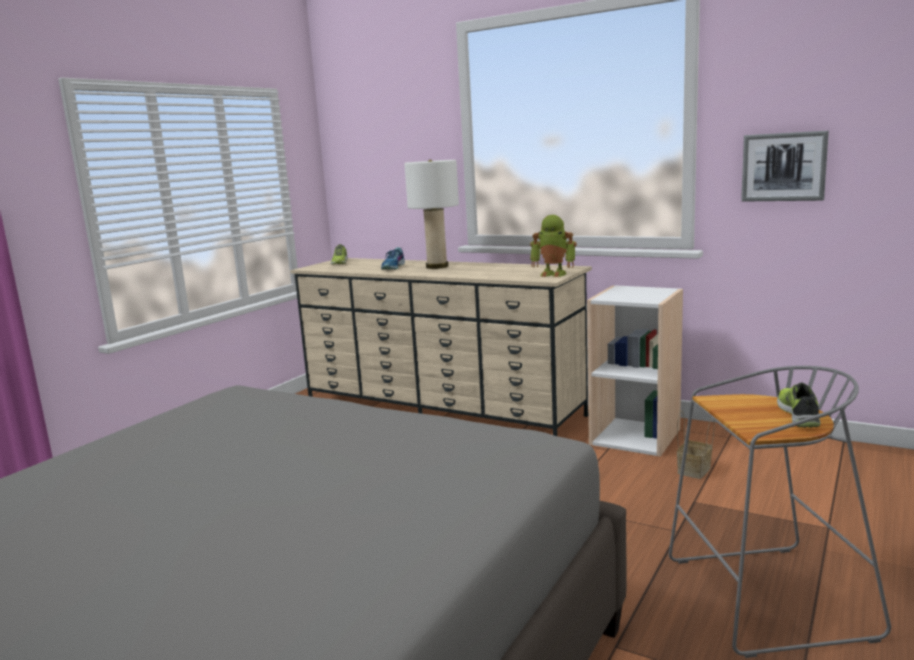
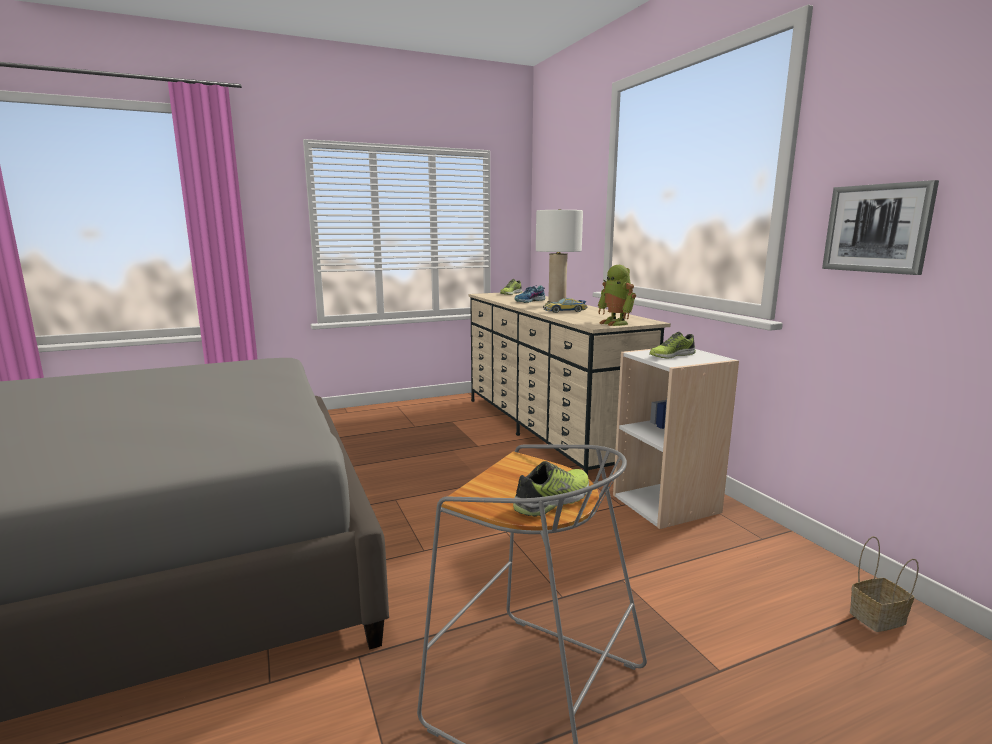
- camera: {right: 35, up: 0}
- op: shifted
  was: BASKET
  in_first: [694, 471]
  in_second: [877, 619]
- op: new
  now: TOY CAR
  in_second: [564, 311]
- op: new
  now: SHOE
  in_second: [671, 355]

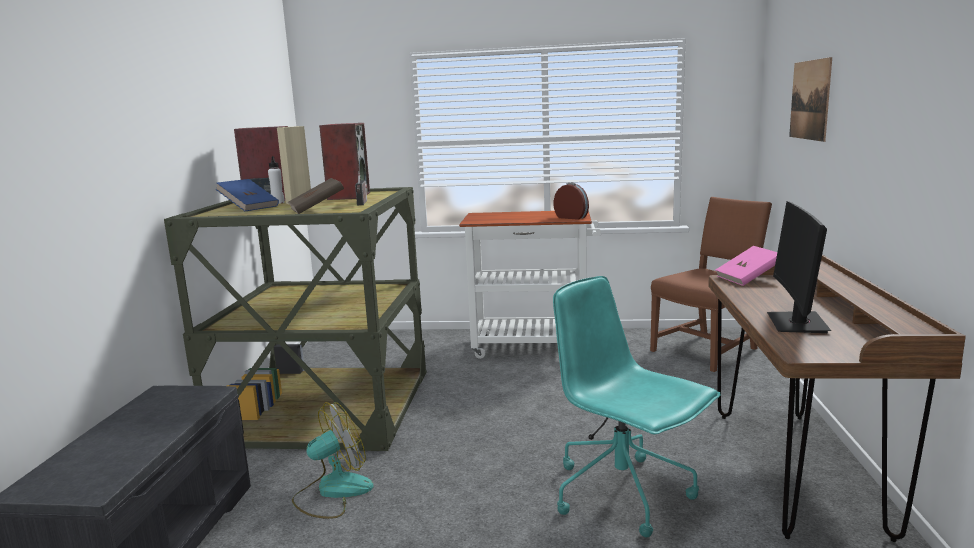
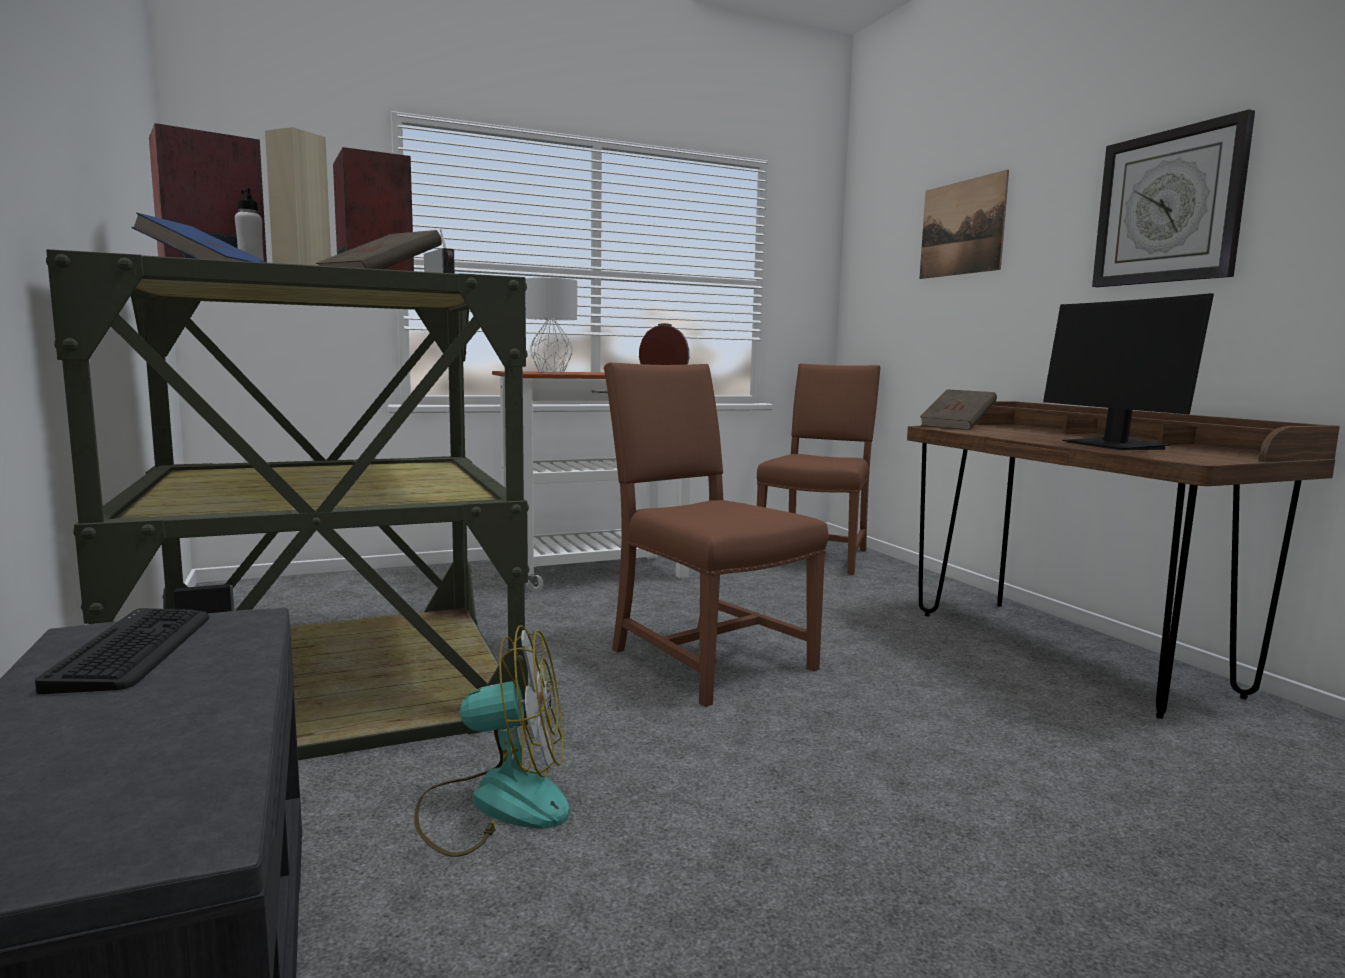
- camera: {right: -30, up: -5}
- op: rotated
  was: FAN
  in_first: [332, 492]
  in_second: [495, 803]
  clockwise: 60
- op: gone
  was: TURQUOISE OFFICE CHAIR
  in_first: [627, 496]
- op: repainted
  was: PINK BOOK
  now: BROWN BOOK
  in_first: [748, 278]
  in_second: [957, 426]
- op: new
  now: KEYBOARD
  in_second: [134, 650]
- op: new
  now: GREY TABLE LAMP
  in_second: [550, 372]
- op: new
  now: BROWN CHAIR
  in_second: [704, 658]
- op: new
  now: WALL CLOCK
  in_second: [1168, 207]

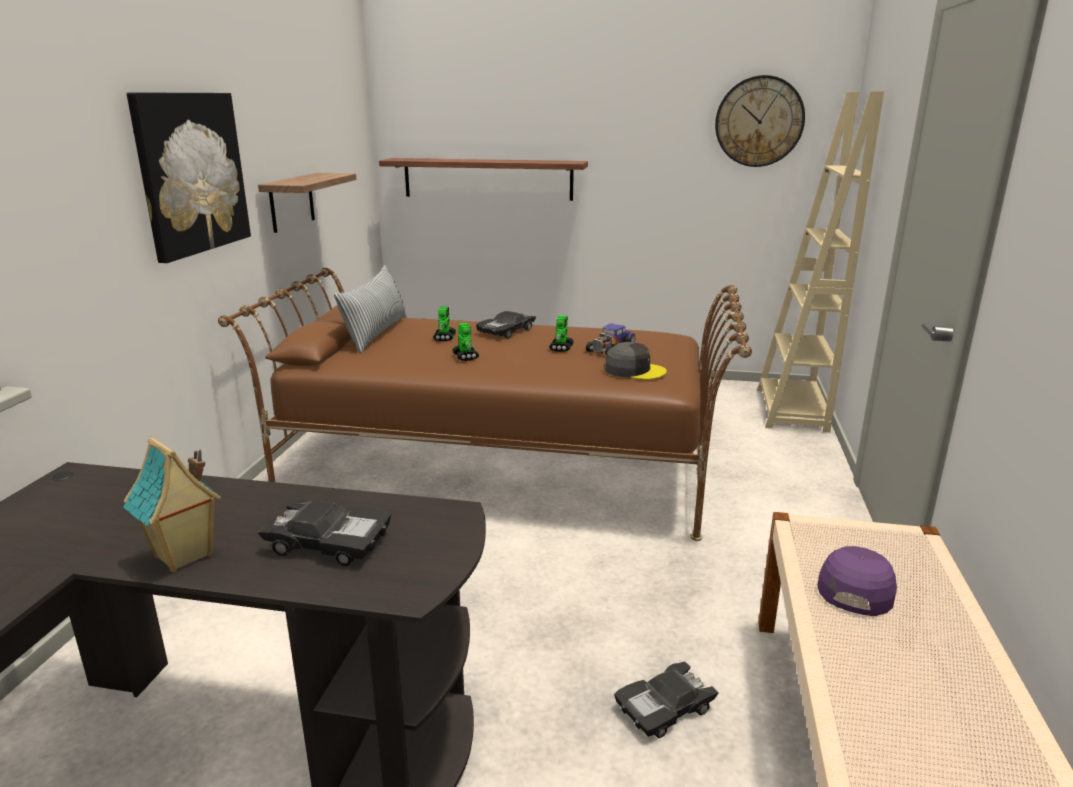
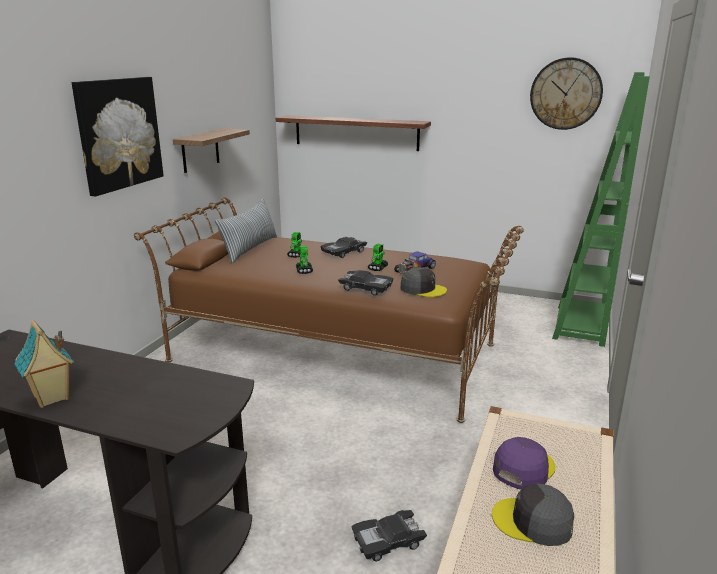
- camera: {right: 10, up: 0}
- op: shifted
  was: BLACK TOY CAR
  in_first: [329, 542]
  in_second: [366, 288]
- op: repainted
  was: BEIGE BOOKCASE
  now: GREEN BOOKCASE
  in_first: [791, 410]
  in_second: [580, 325]
- op: new
  now: GREY CAP
  in_second: [533, 522]

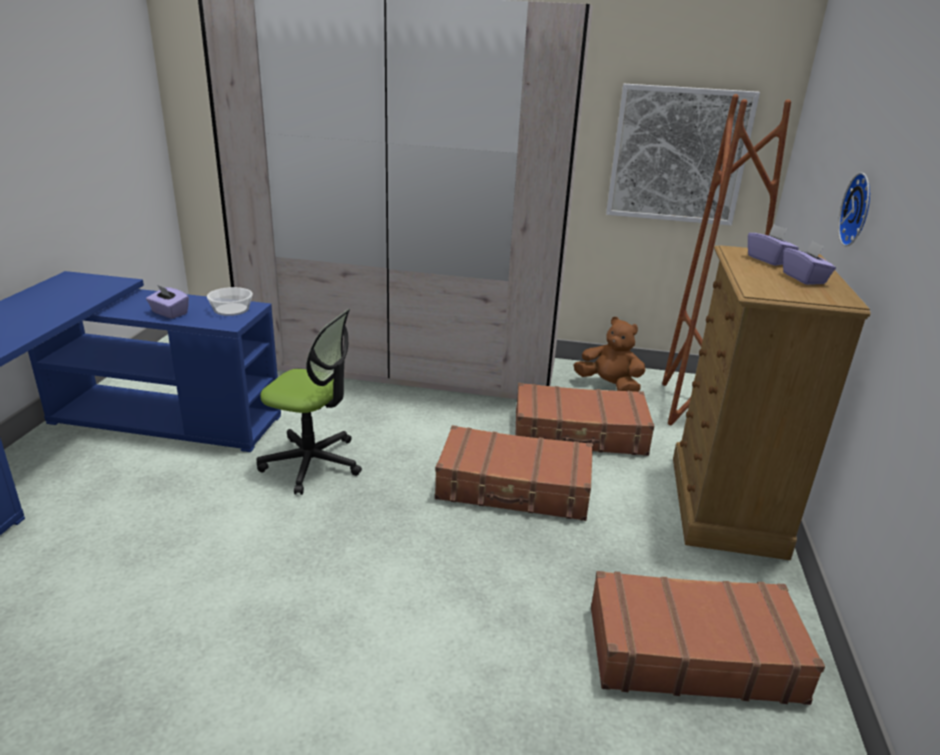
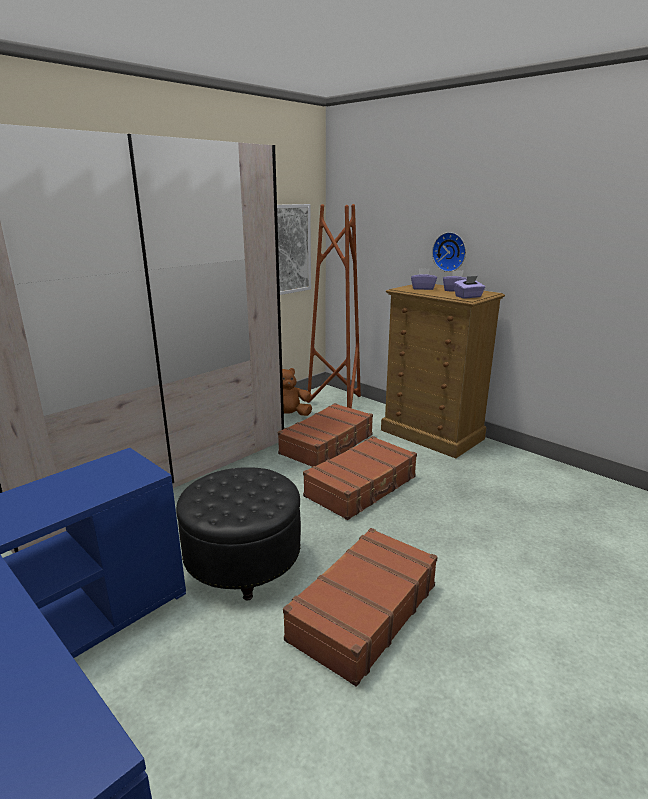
- camera: {right: -55, up: -5}
- op: shifted
  was: PURPLE TISSUE BOX
  in_first: [169, 313]
  in_second: [468, 297]
- op: gone
  was: BOWL
  in_first: [231, 309]
- op: swapped
  was: OFFICE CHAIR
  now: BLACK OTTOMAN
  in_first: [312, 463]
  in_second: [243, 562]
- op: shifted
  was: BROWN SUITCASE
  in_first: [691, 652]
  in_second: [362, 612]

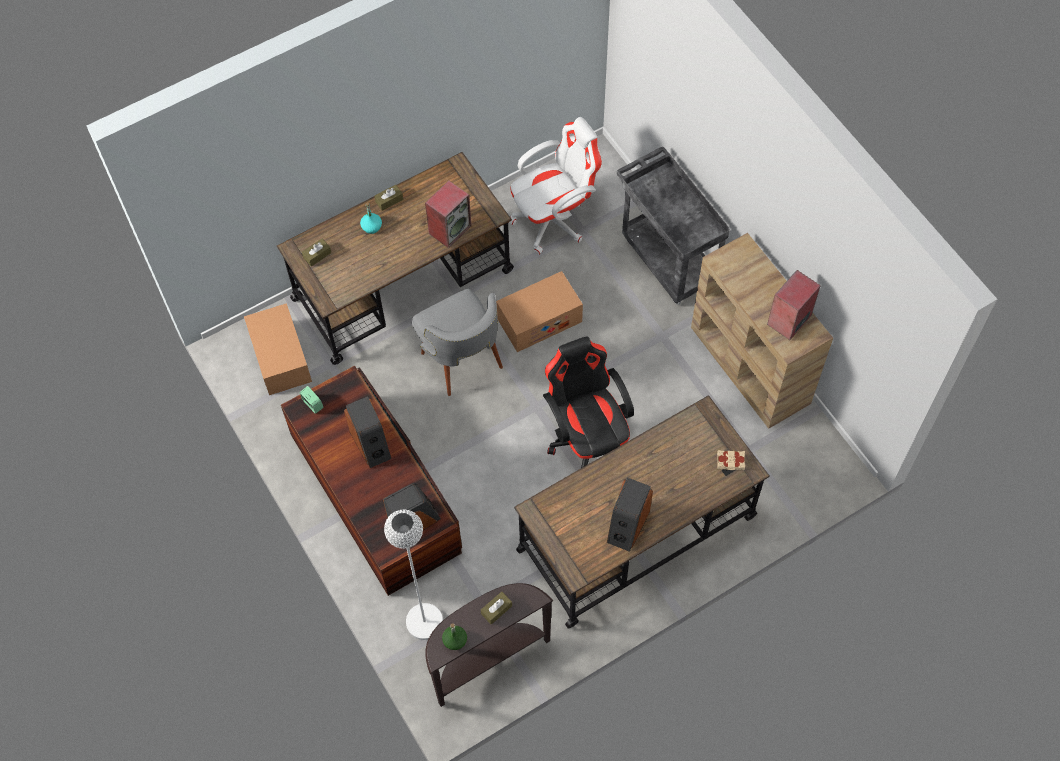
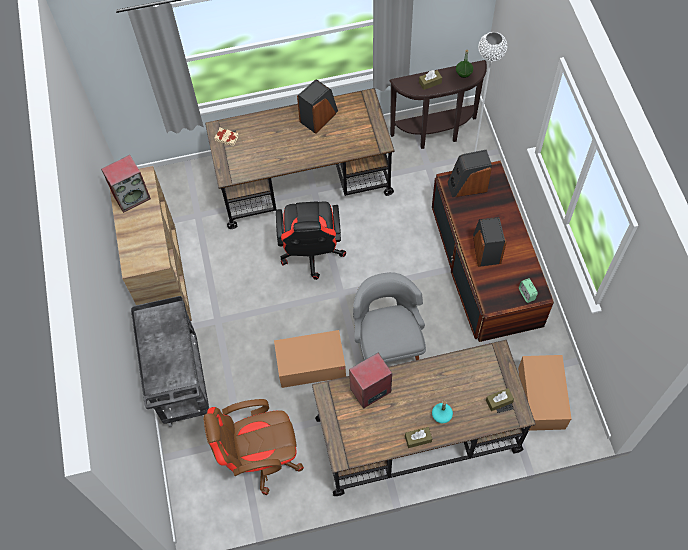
- camera: {right: -160, up: 0}
- op: repainted
  was: WHITE OFFICE CHAIR
  now: BROWN OFFICE CHAIR
  in_first: [554, 220]
  in_second: [260, 458]

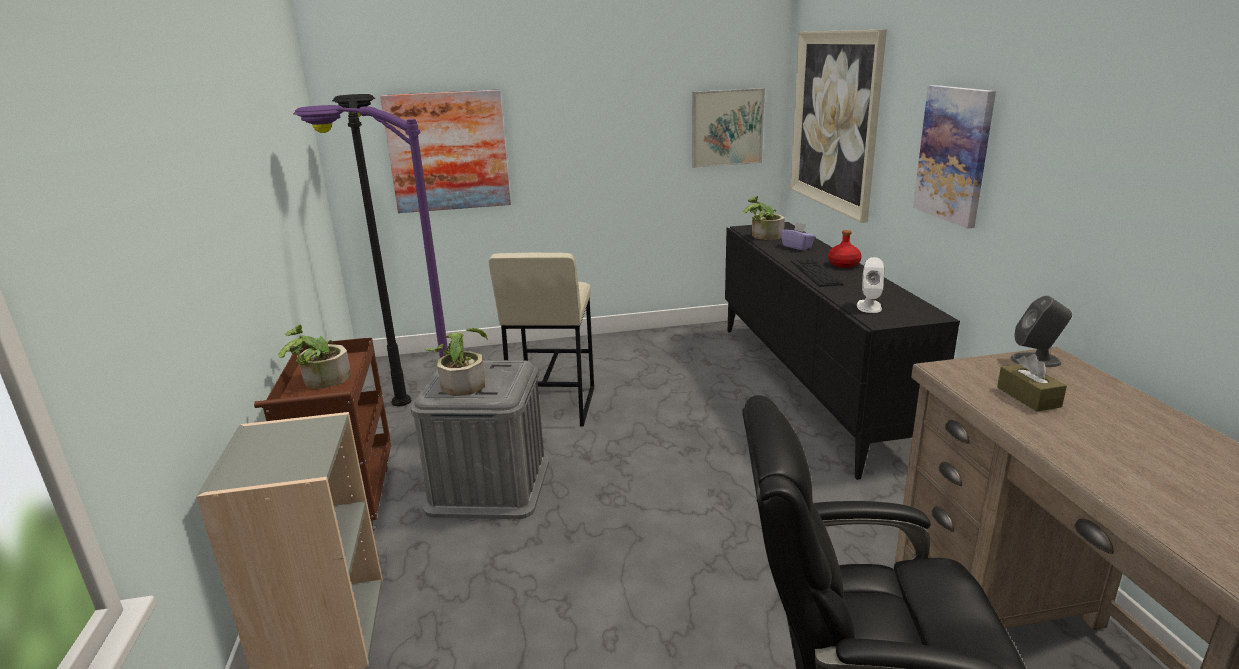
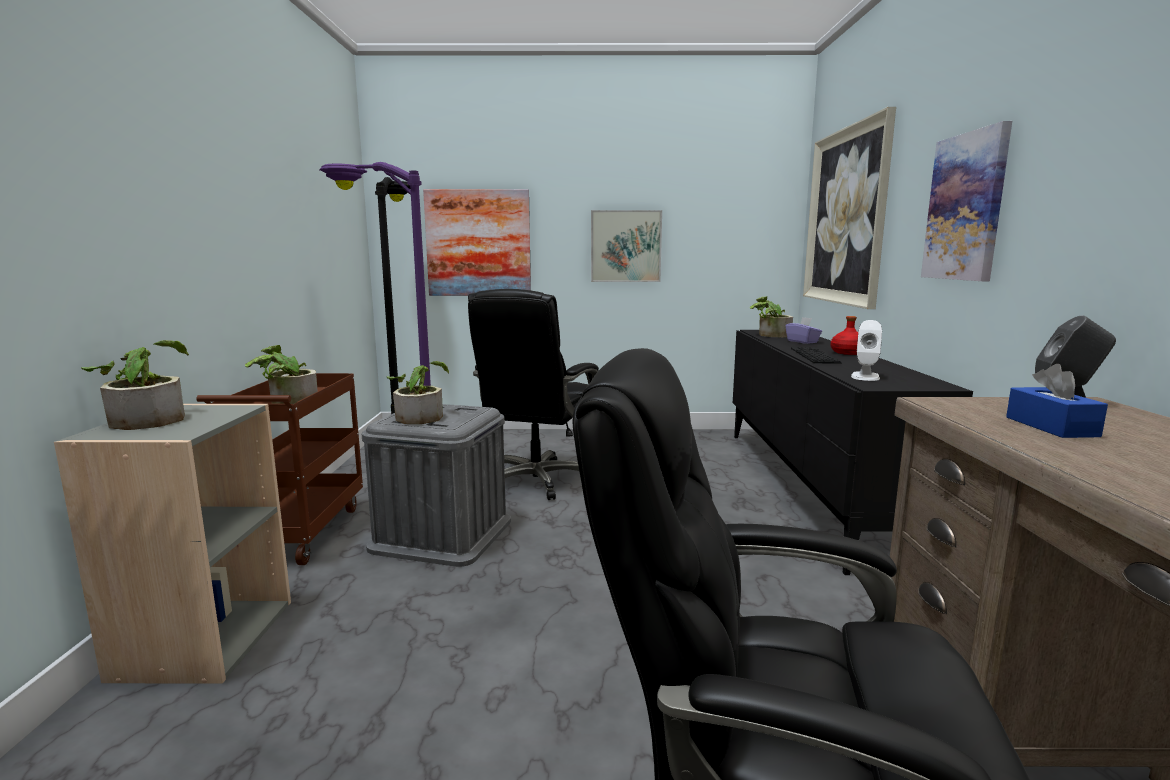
- camera: {right: 10, up: -10}
- op: swapped
  was: BEIGE STOOL
  now: BLACK OFFICE CHAIR
  in_first: [553, 407]
  in_second: [536, 479]
- op: shifted
  was: PICTURE
  in_first: [727, 128]
  in_second: [625, 246]
- op: repainted
  was: BROWN TISSUE BOX
  now: BLUE TISSUE BOX
  in_first: [1028, 397]
  in_second: [1051, 426]
- op: new
  now: POTTED PLANT
  in_second: [148, 419]

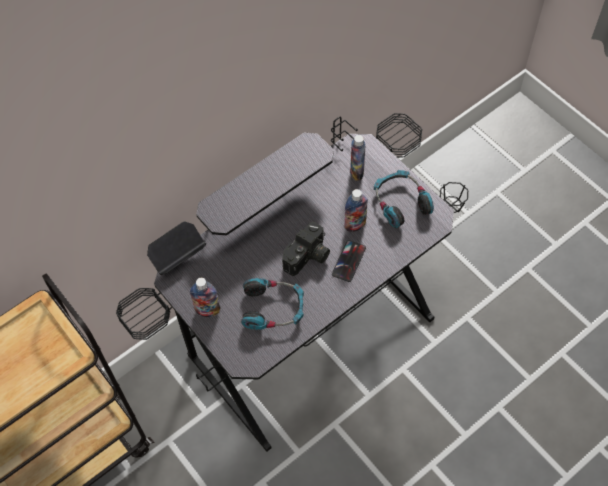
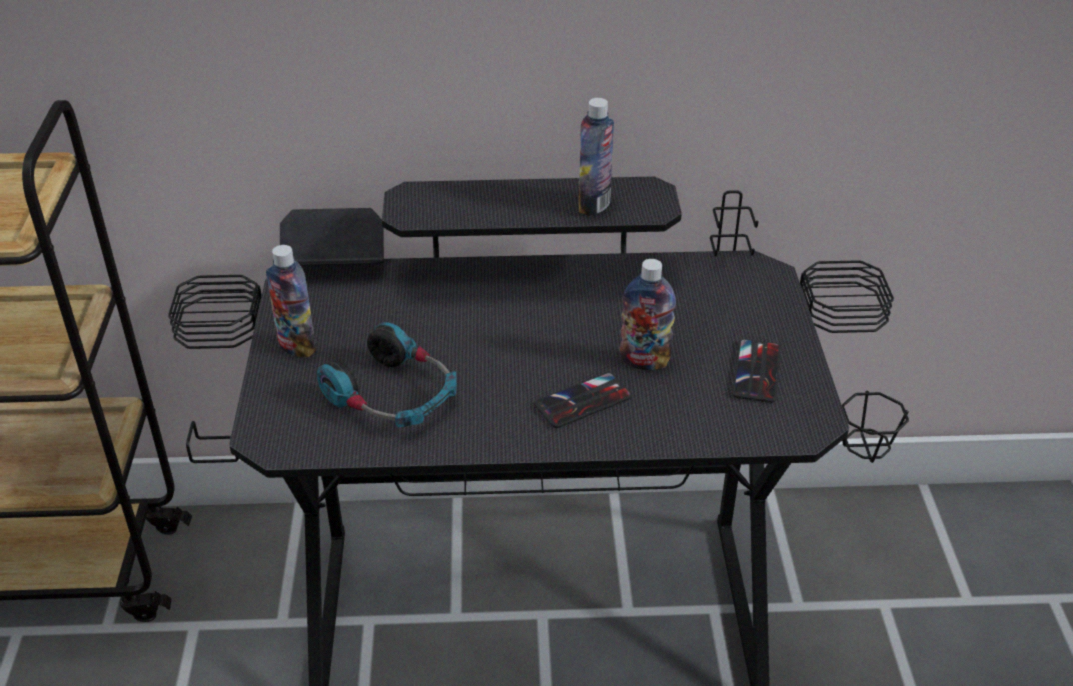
- camera: {right: 35, up: -20}
- op: gone
  was: PHOTO CAMERA
  in_first: [308, 257]
- op: shifted
  was: BOTTLE
  in_first: [357, 172]
  in_second: [594, 205]
- op: swapped
  was: HEADPHONES
  now: PHONE
  in_first: [401, 202]
  in_second: [756, 371]

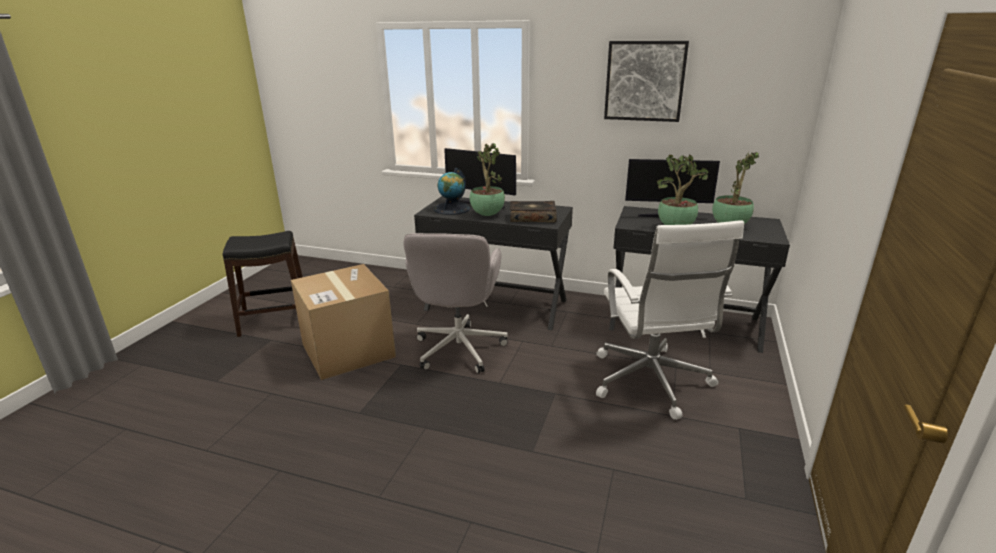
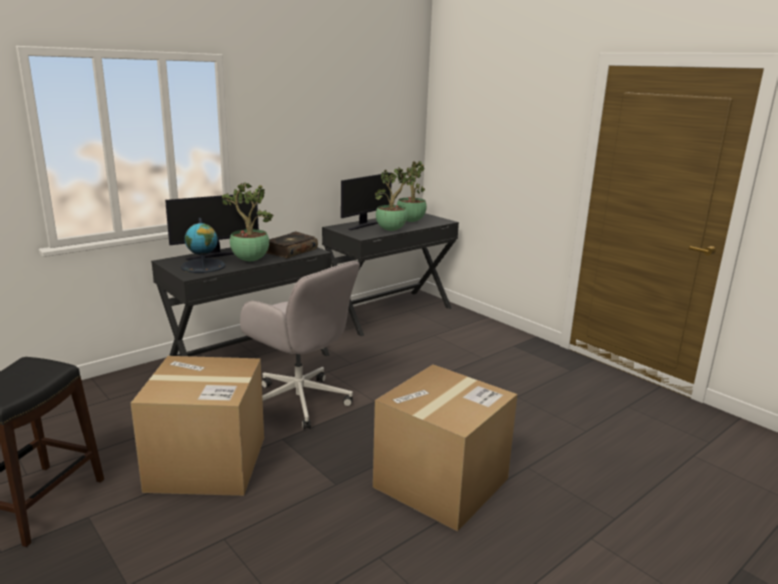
- camera: {right: -60, up: -5}
- op: gone
  was: WHITE OFFICE CHAIR
  in_first: [651, 383]
- op: gone
  was: PICTURE
  in_first: [644, 81]
- op: new
  now: CARDBOARD BOX
  in_second: [441, 483]

